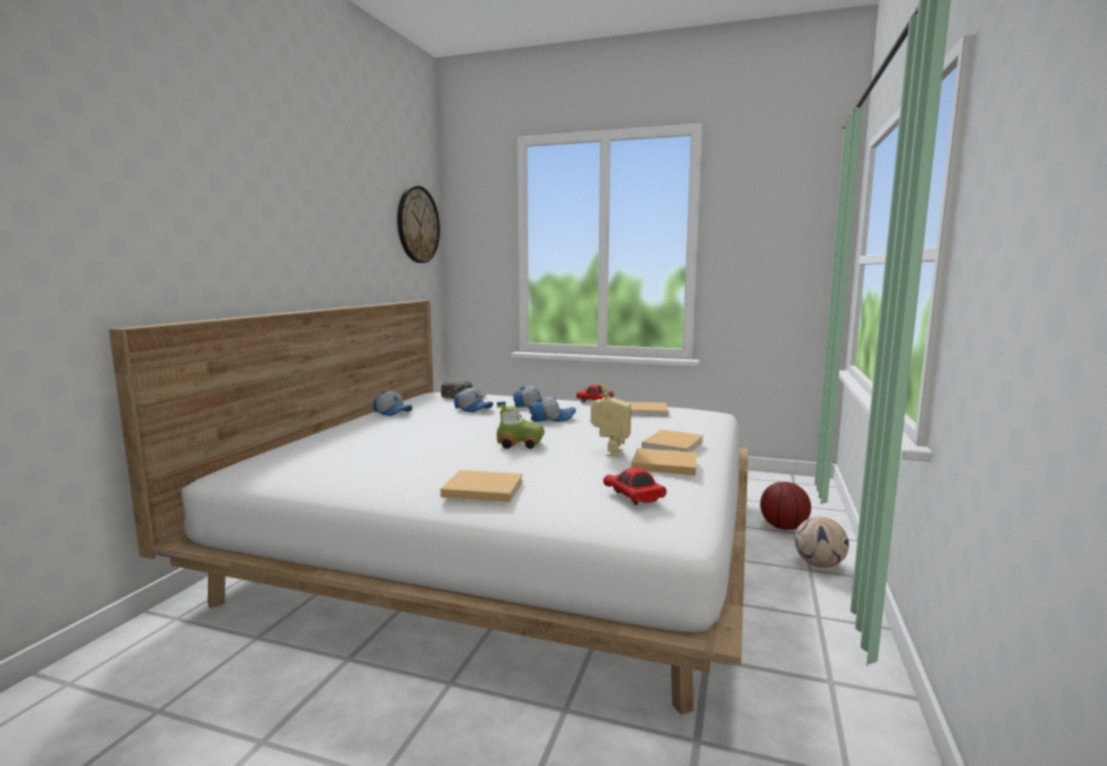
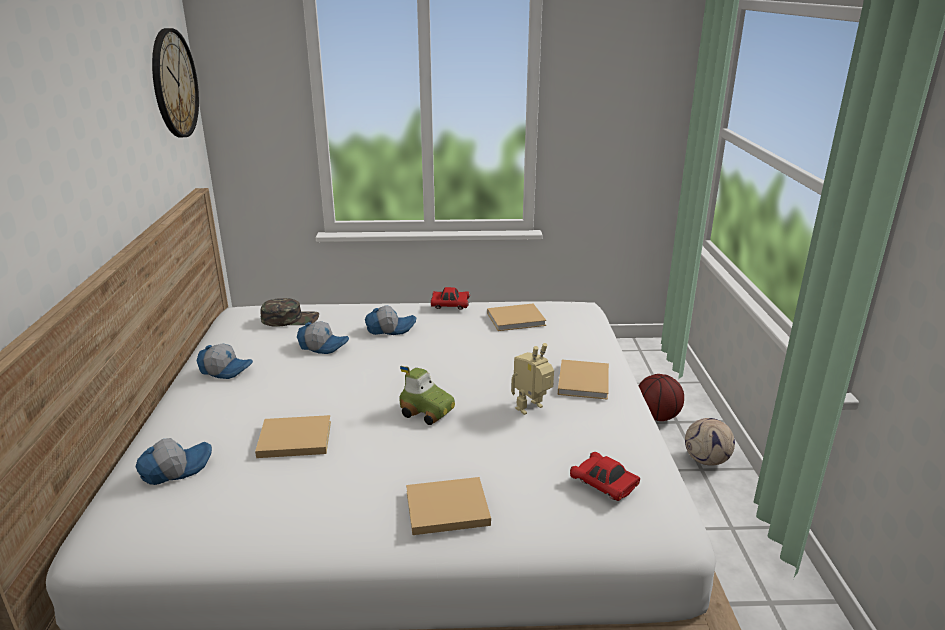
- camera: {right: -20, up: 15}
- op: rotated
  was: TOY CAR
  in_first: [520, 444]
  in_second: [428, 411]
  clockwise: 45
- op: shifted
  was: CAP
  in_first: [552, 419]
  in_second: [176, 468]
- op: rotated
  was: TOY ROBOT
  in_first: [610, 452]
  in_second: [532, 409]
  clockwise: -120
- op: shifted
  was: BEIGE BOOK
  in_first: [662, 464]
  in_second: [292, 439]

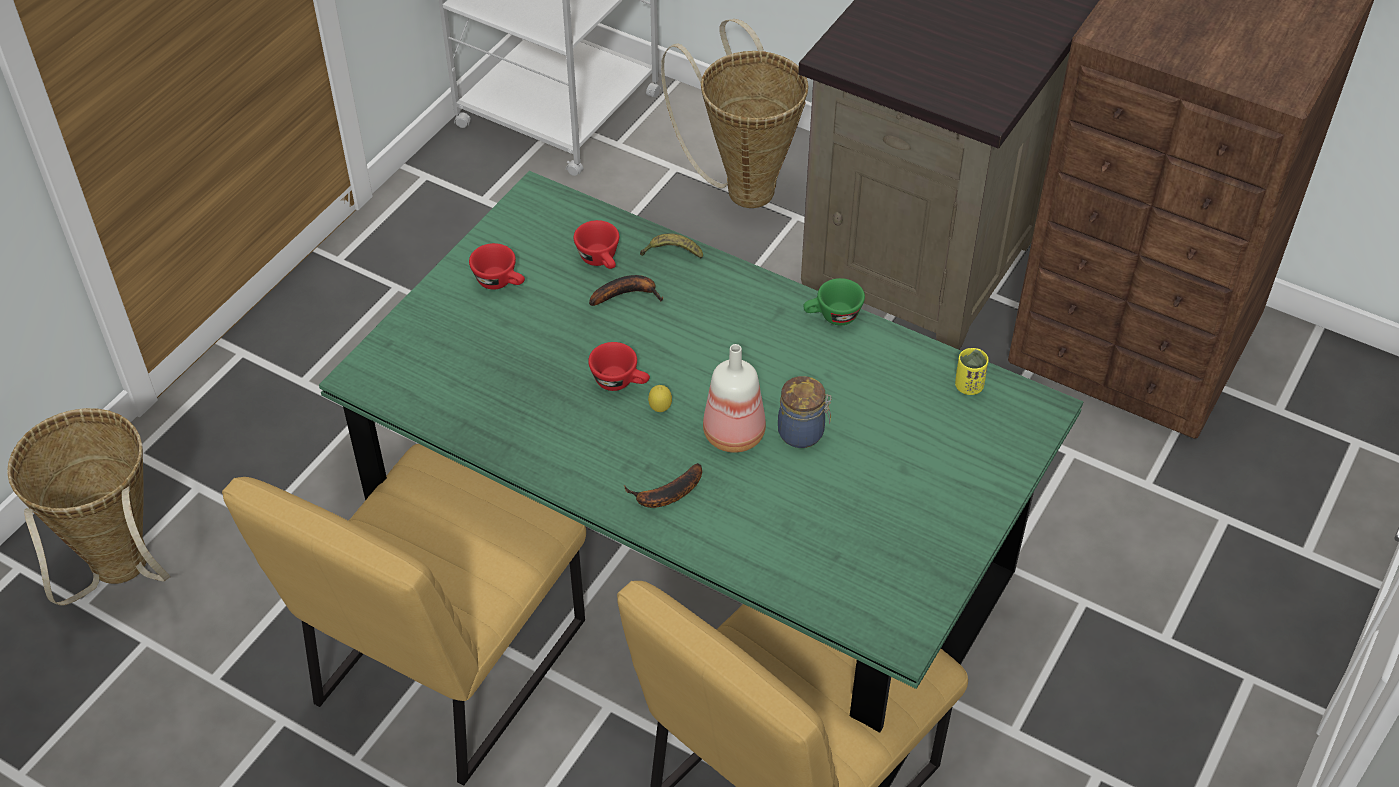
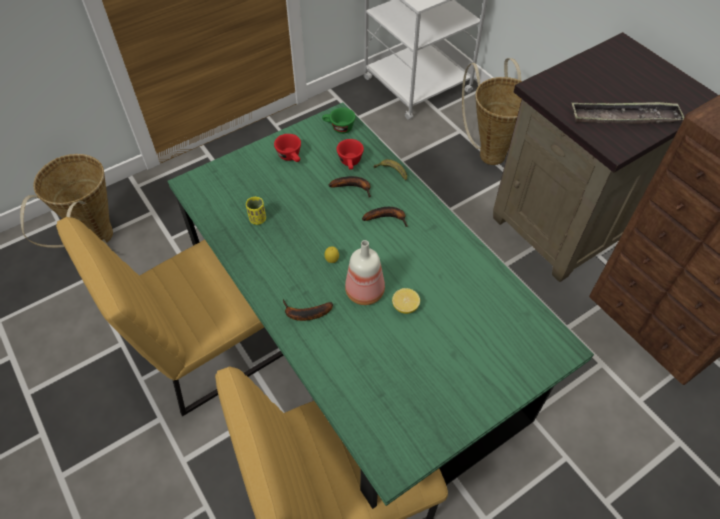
- camera: {right: 25, up: 5}
- op: gone
  was: RED CUP
  in_first: [620, 381]
- op: swapped
  was: JAR
  now: LEMON
  in_first: [803, 433]
  in_second: [405, 306]
- op: shifted
  was: GREEN CUP
  in_first: [832, 317]
  in_second: [338, 128]
- op: shifted
  was: YELLOW CUP
  in_first: [968, 386]
  in_second: [257, 219]
- op: new
  now: BANANA
  in_second: [387, 217]
- op: new
  now: TRAY
  in_second: [624, 118]

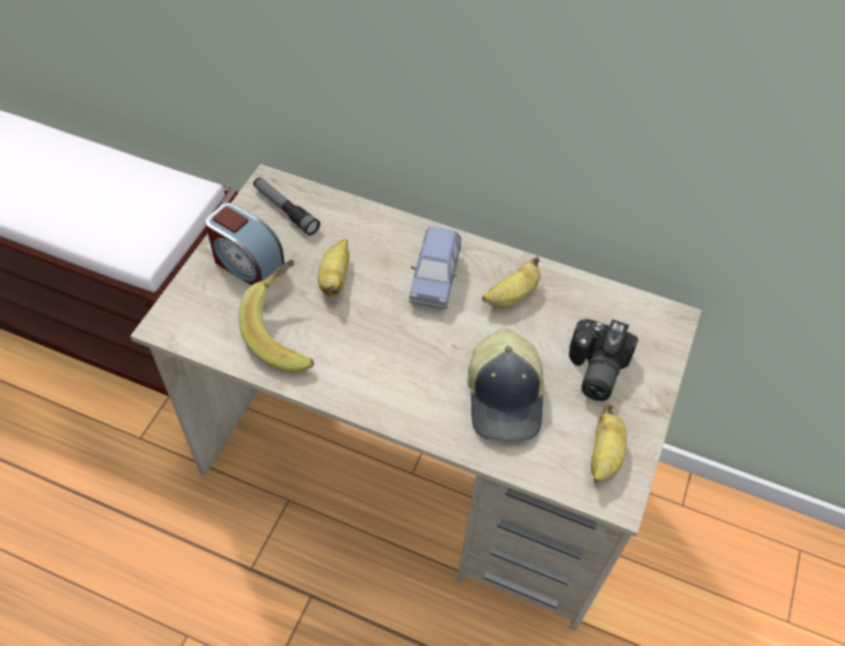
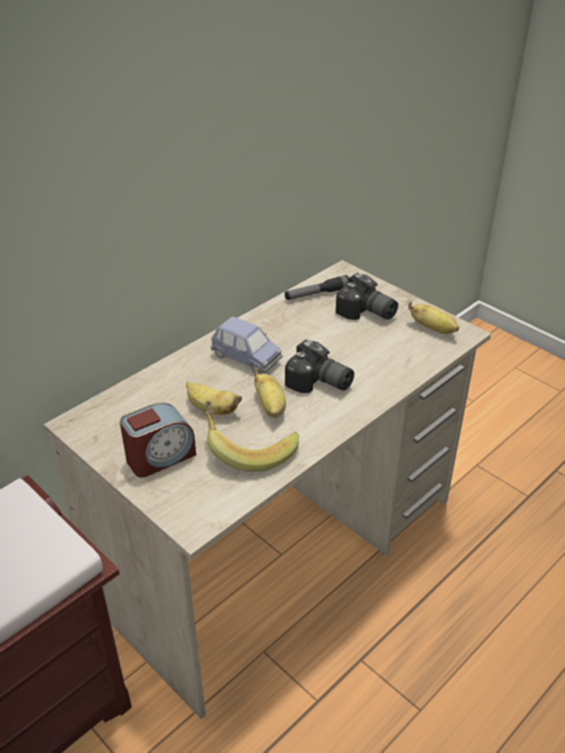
- camera: {right: -65, up: -15}
- op: shifted
  was: FLASHLIGHT
  in_first: [285, 210]
  in_second: [317, 294]
- op: gone
  was: CAP
  in_first: [506, 397]
- op: shifted
  was: BANANA
  in_first: [511, 297]
  in_second: [270, 407]
- op: new
  now: PHOTO CAMERA
  in_second: [319, 383]

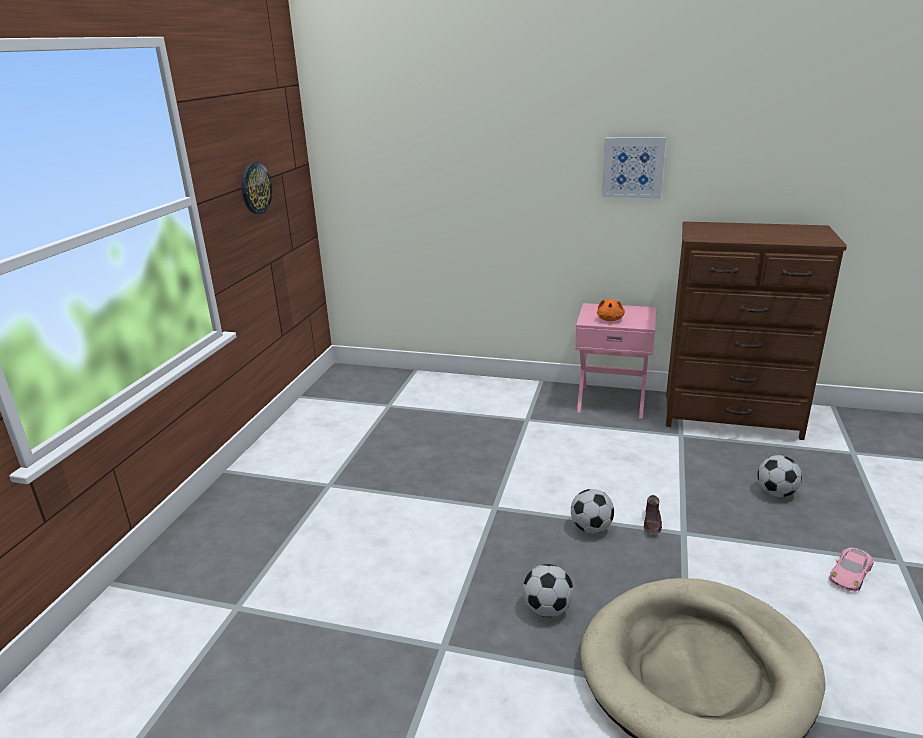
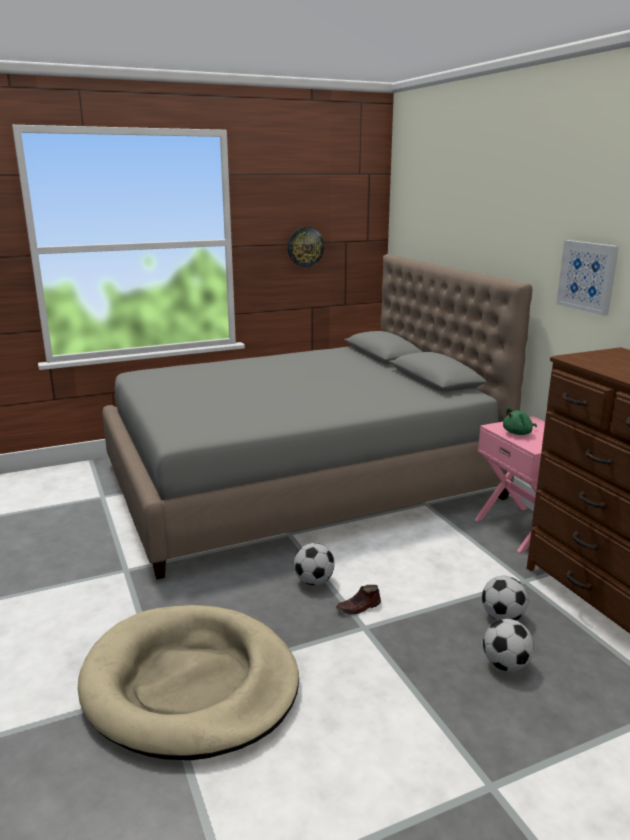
- camera: {right: 50, up: -5}
- op: shifted
  was: FOOTBALL
  in_first: [547, 609]
  in_second: [503, 617]
- op: repainted
  was: ORANGE PLUSH TOY
  now: GREEN PLUSH TOY
  in_first: [610, 319]
  in_second: [518, 433]
- op: gone
  was: PINK TOY CAR
  in_first: [850, 573]
- op: new
  now: GREY BED
  in_second: [300, 481]

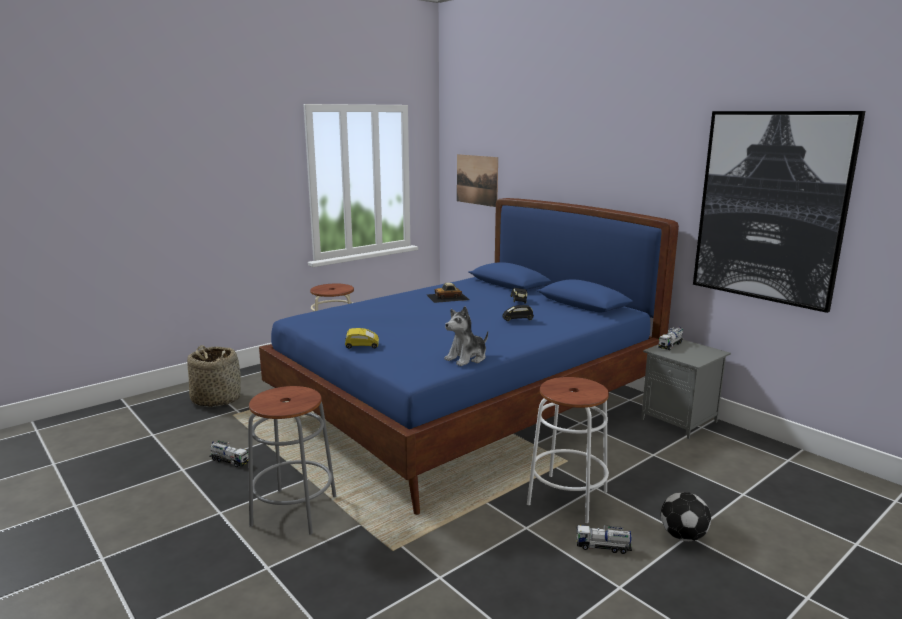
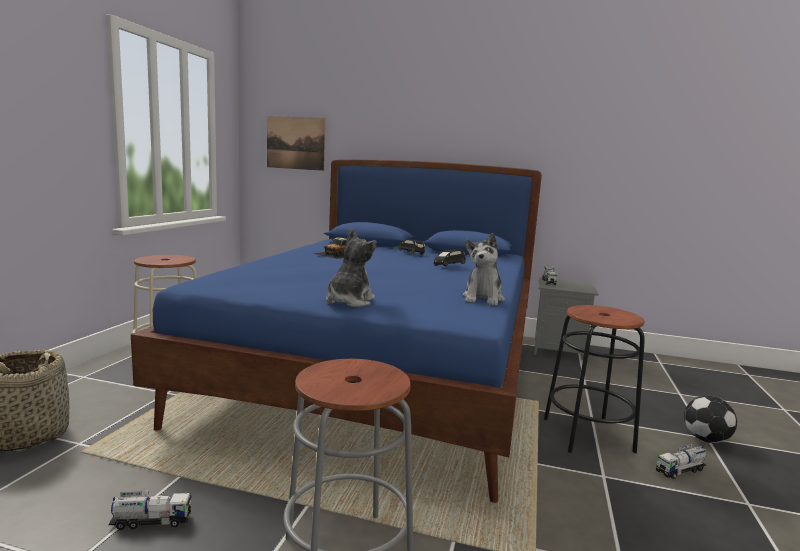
- camera: {right: -35, up: -5}
- op: swapped
  was: YELLOW TOY CAR
  now: PLUSH TOY
  in_first: [362, 346]
  in_second: [349, 301]
- op: repainted
  was: WHITE STOOL
  now: BLACK STOOL
  in_first: [567, 497]
  in_second: [587, 434]
- op: gone
  was: PICTURE
  in_first: [770, 207]

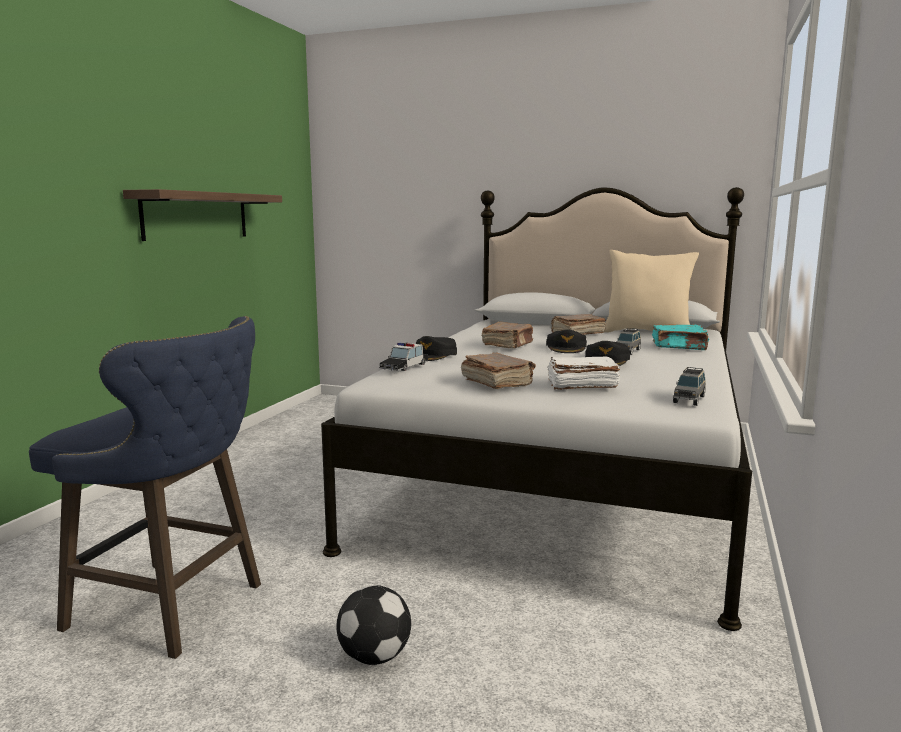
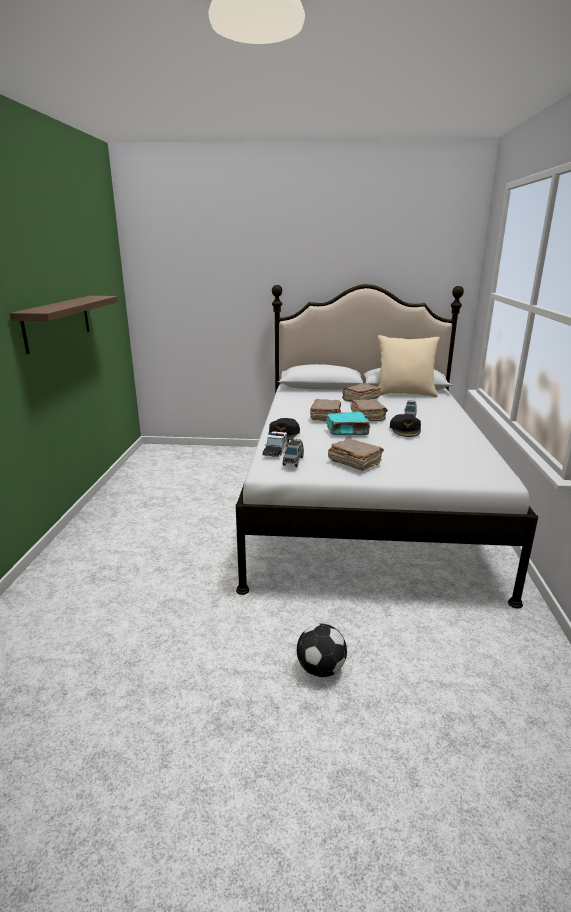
- camera: {right: -15, up: 10}
- op: gone
  was: BLUE STOOL
  in_first: [173, 608]
- op: swapped
  was: BLACK CAP
  now: BROWN BOOK
  in_first: [566, 348]
  in_second: [368, 417]
- op: gone
  was: WHITE BOOK
  in_first: [581, 386]
- op: shifted
  was: TURQUOISE BOOK
  in_first: [679, 347]
  in_second: [347, 431]
- op: shifted
  was: GREY TOY CAR
  in_first: [689, 399]
  in_second: [293, 461]

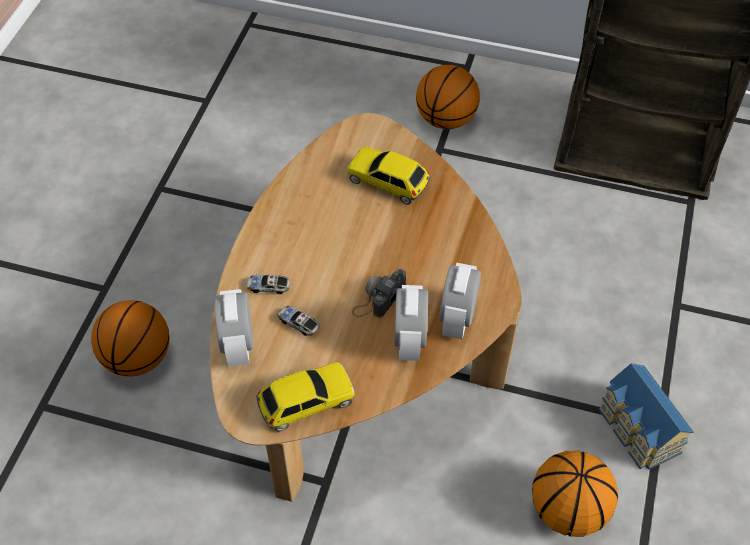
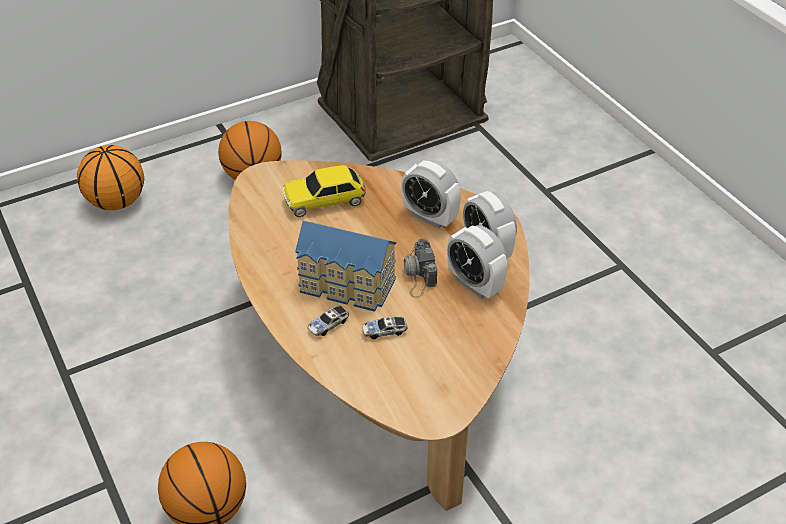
- camera: {right: -45, up: -10}
- op: shifted
  was: ALARM CLOCK
  in_first: [238, 345]
  in_second: [430, 217]
- op: gone
  was: TOY CAR
  in_first: [306, 402]
- op: shifted
  was: BASKETBALL
  in_first: [568, 511]
  in_second: [117, 202]
- op: shifted
  was: TOY HOUSE
  in_first: [637, 430]
  in_second: [346, 286]

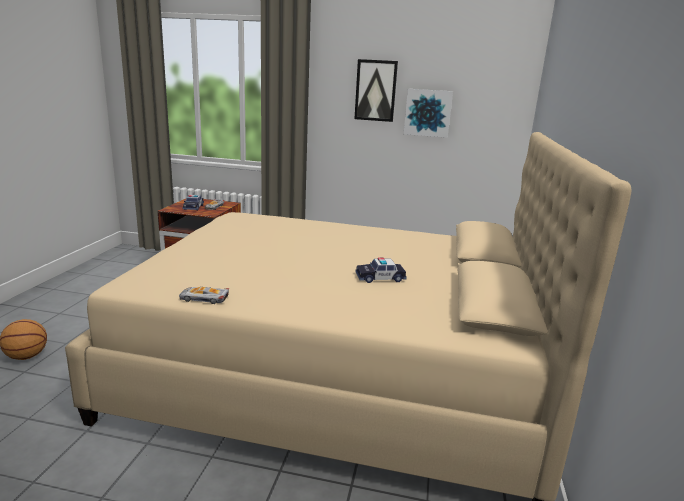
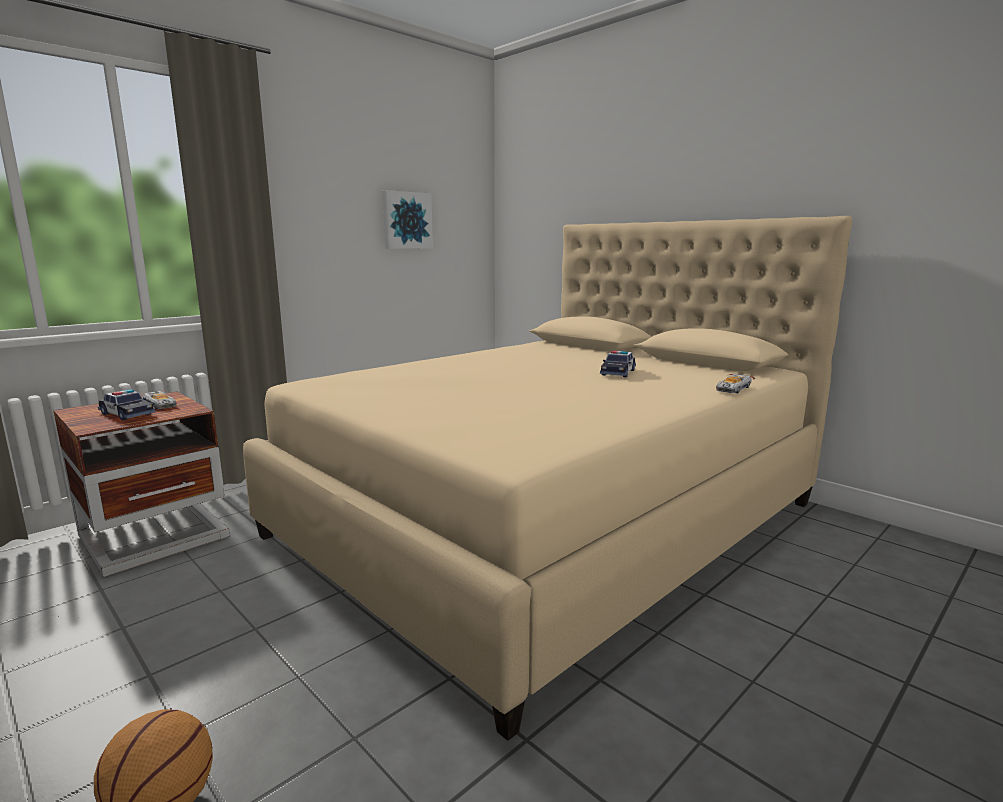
- camera: {right: -55, up: -5}
- op: shifted
  was: TOY CAR
  in_first: [204, 298]
  in_second: [733, 388]
- op: gone
  was: PICTURE
  in_first: [375, 90]

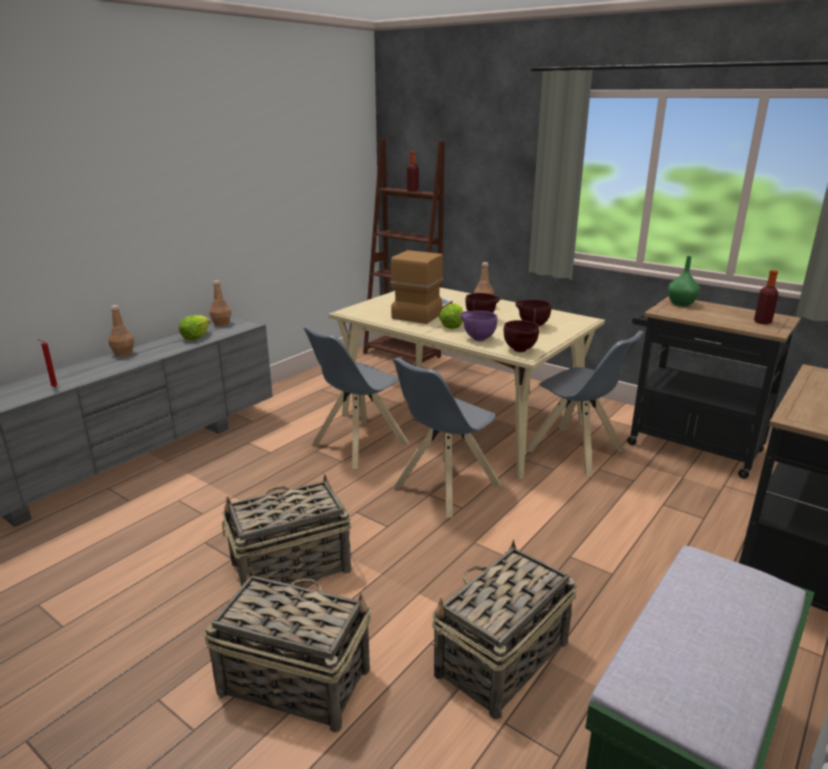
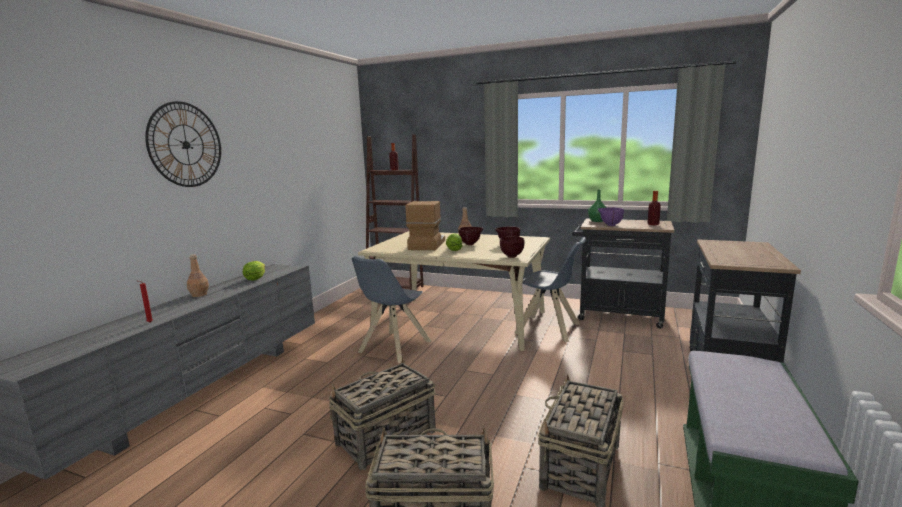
- camera: {right: -15, up: -10}
- op: gone
  was: BROWN BOTTLE
  in_first: [221, 324]
- op: gone
  was: GREY CHAIR
  in_first: [444, 487]
- op: shifted
  was: PURPLE BOWL
  in_first: [477, 339]
  in_second: [609, 225]
- op: new
  now: WALL CLOCK
  in_second: [186, 145]

